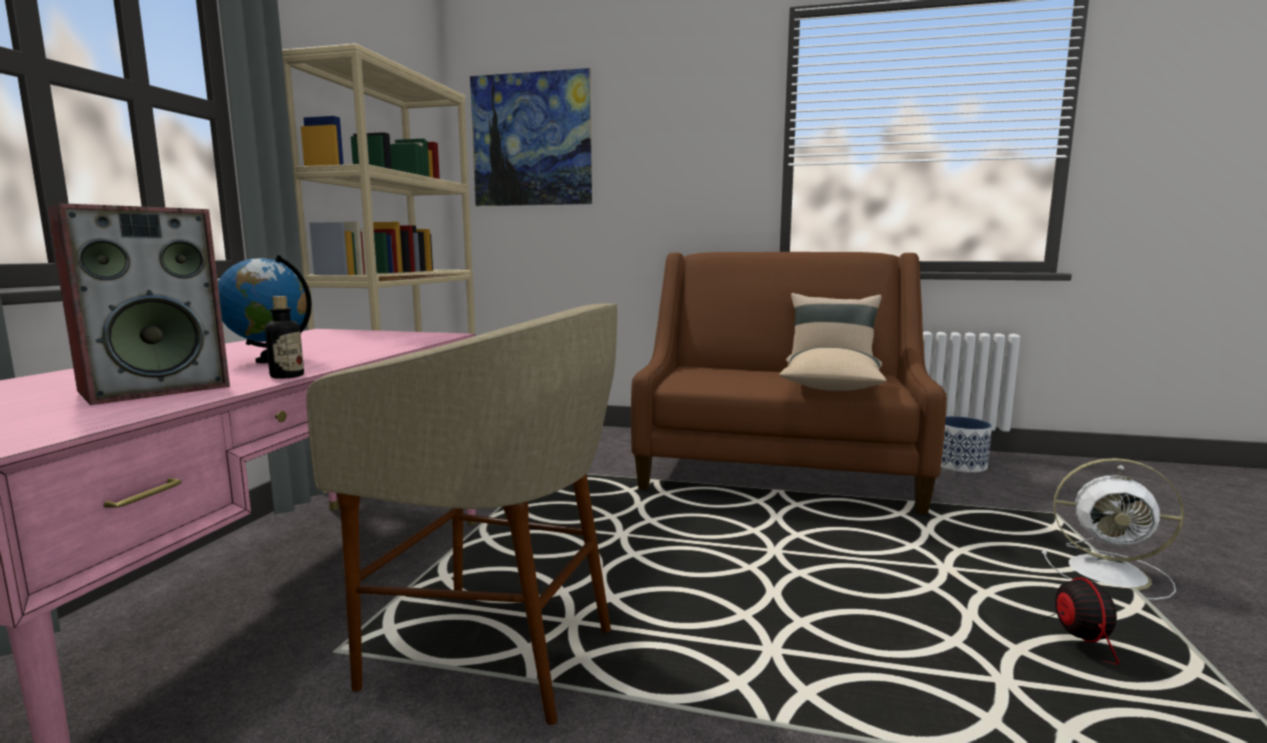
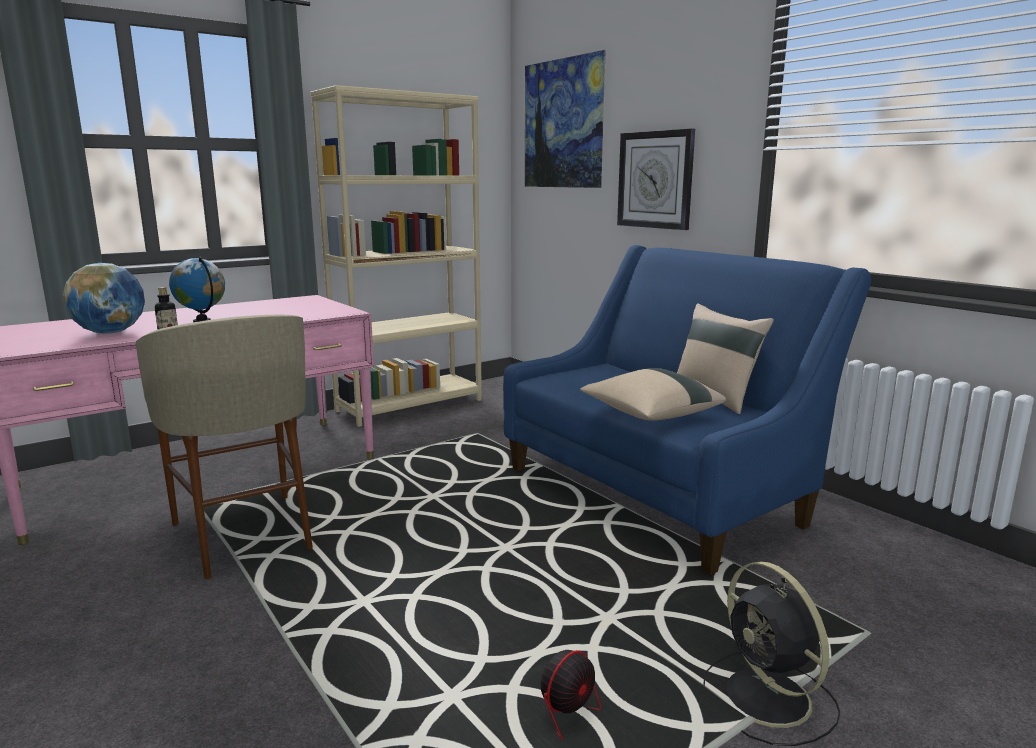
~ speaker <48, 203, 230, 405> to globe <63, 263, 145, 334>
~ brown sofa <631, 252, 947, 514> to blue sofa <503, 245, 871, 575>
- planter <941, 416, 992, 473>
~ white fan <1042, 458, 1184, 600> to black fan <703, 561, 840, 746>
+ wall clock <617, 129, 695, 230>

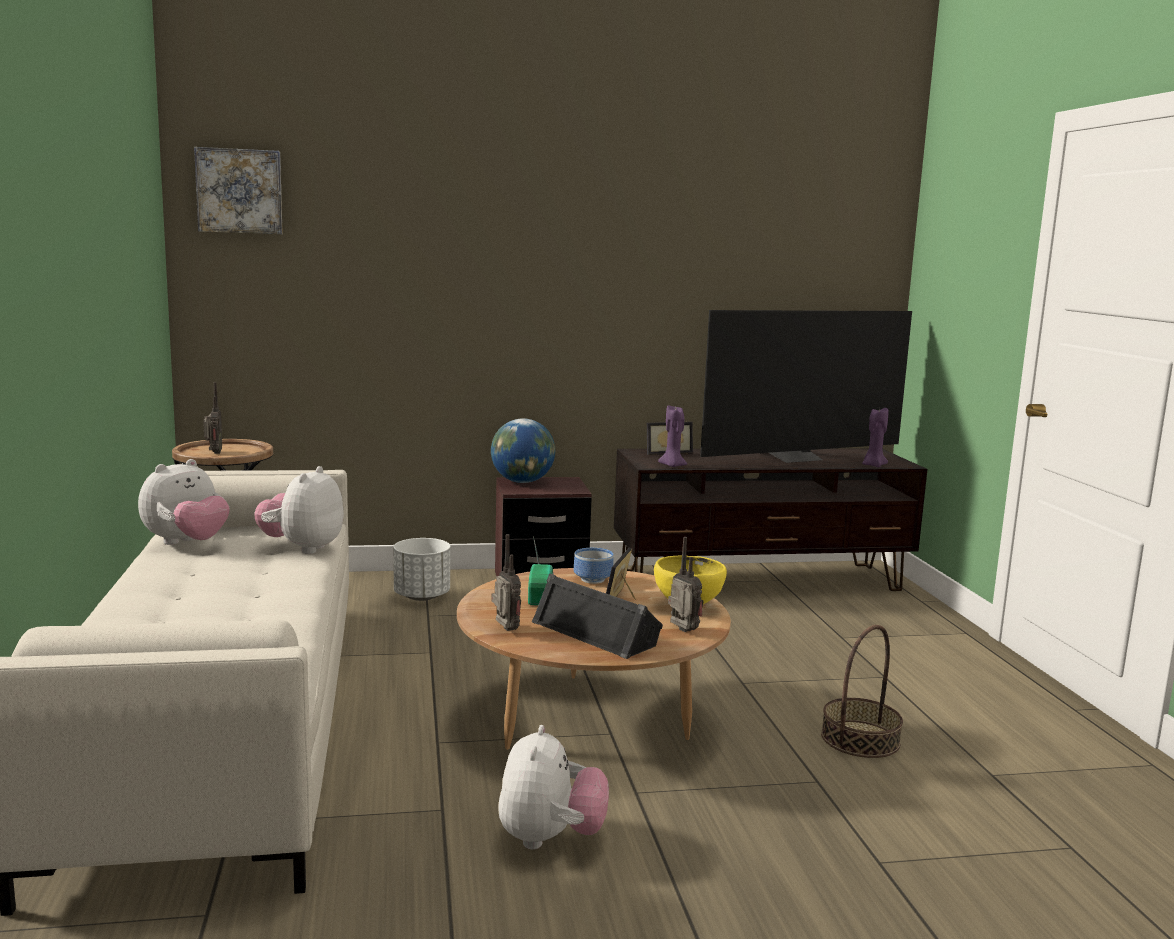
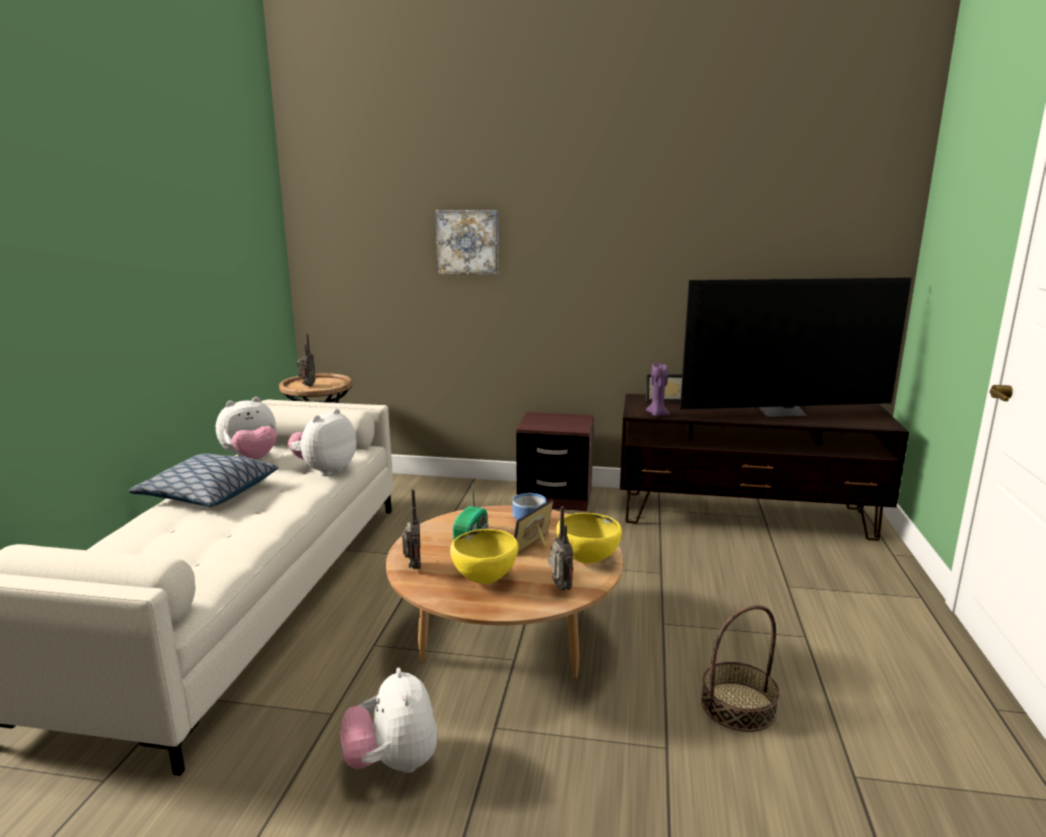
~ picture <194, 147, 283, 234> to <435, 210, 499, 275>
- purple candle <862, 408, 889, 467>
- globe <491, 418, 555, 483>
- white planter <393, 538, 450, 601>
~ black speaker <532, 573, 663, 659> to yellow bowl <450, 529, 519, 584>
~ plush toy <498, 725, 609, 849> = <340, 668, 437, 773> 135 degrees clockwise
+ pillow <129, 453, 278, 507>

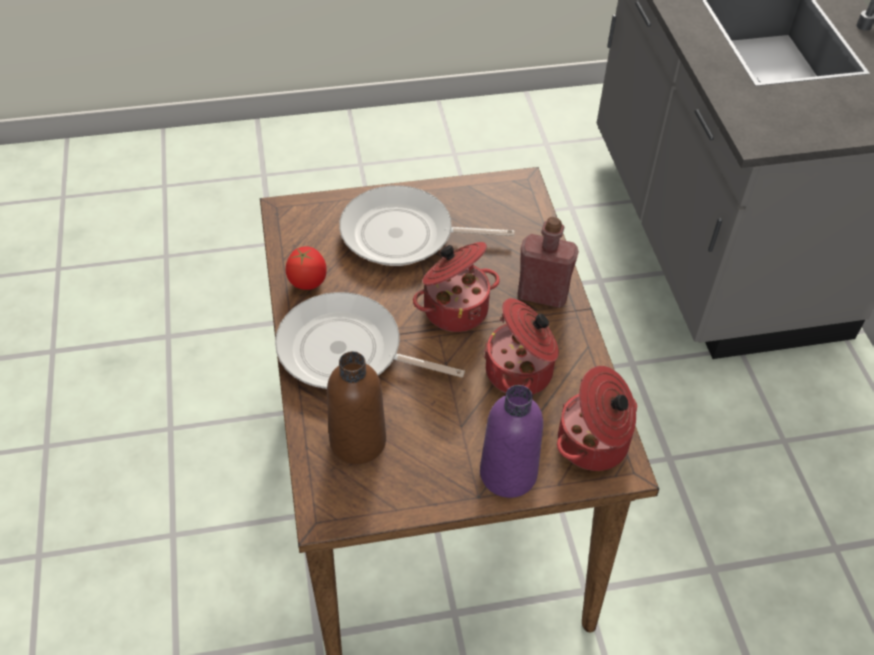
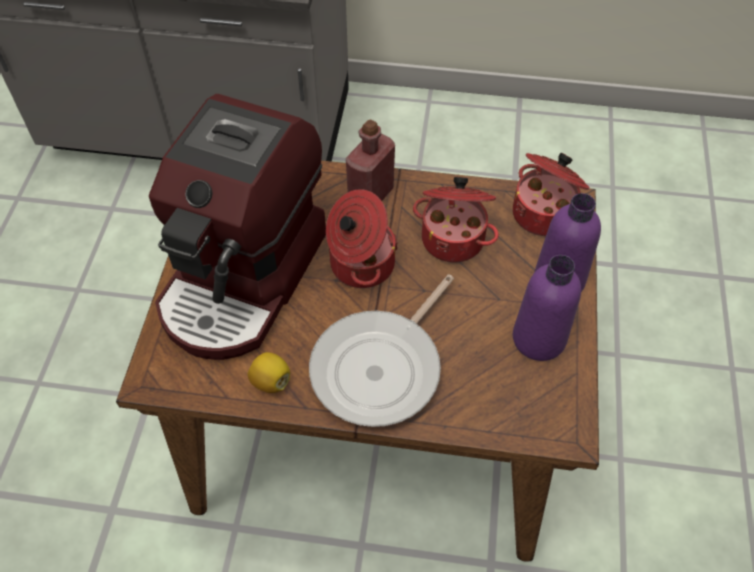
~ frying pan <339, 185, 515, 266> to coffee machine <149, 94, 326, 360>
~ tomato <286, 246, 327, 290> to lemon <248, 352, 290, 393>
- brown bottle <327, 351, 386, 464>
+ purple bottle <513, 255, 581, 361>

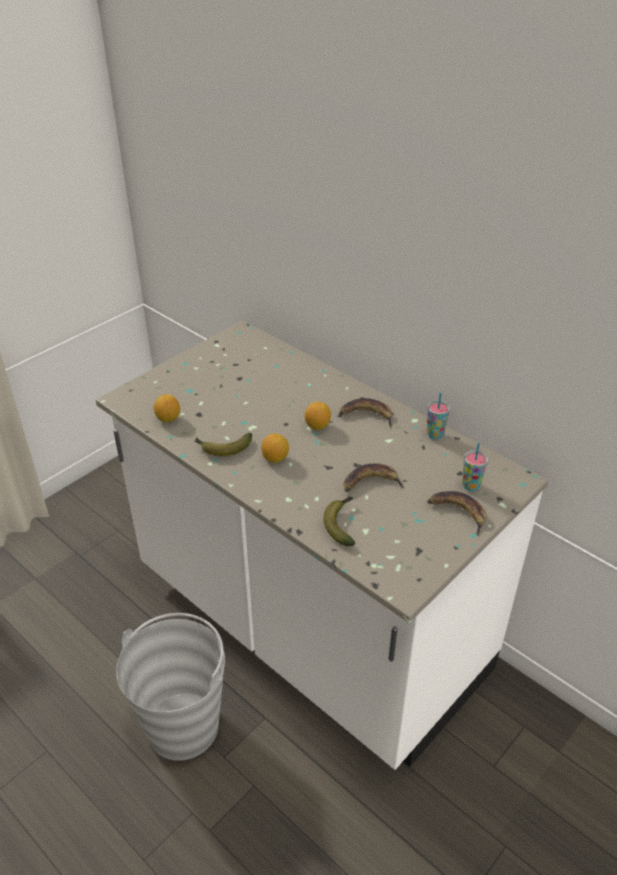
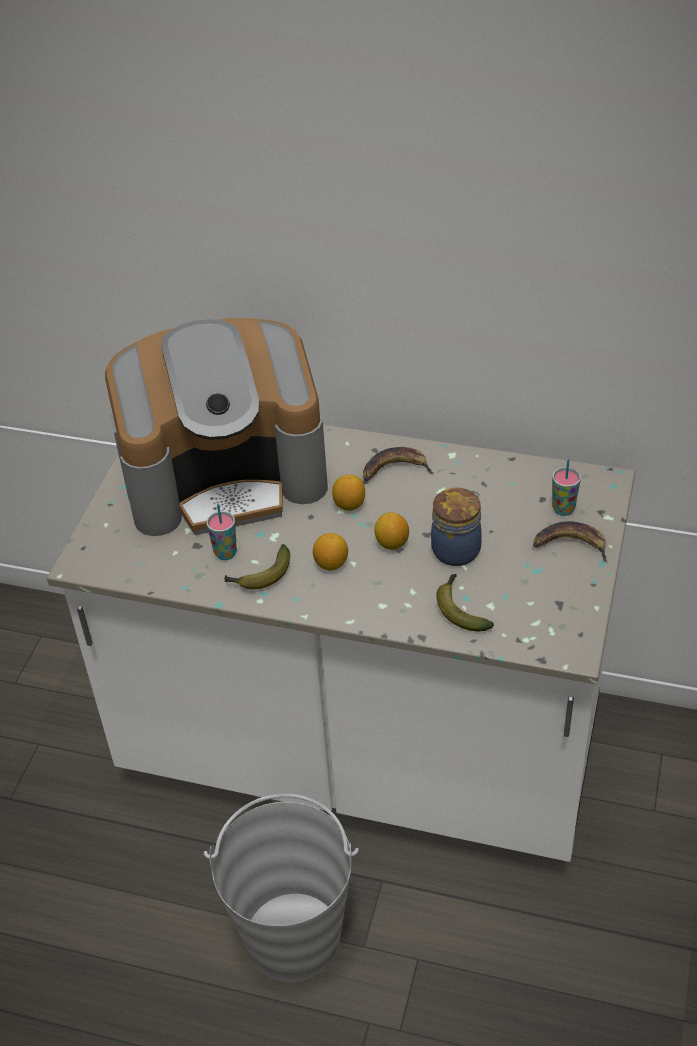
~ cup <427, 392, 450, 439> to <207, 504, 237, 560>
~ lemon <154, 394, 180, 423> to <374, 512, 409, 550>
~ banana <344, 463, 405, 492> to jar <431, 488, 482, 566>
+ coffee machine <105, 318, 328, 536>

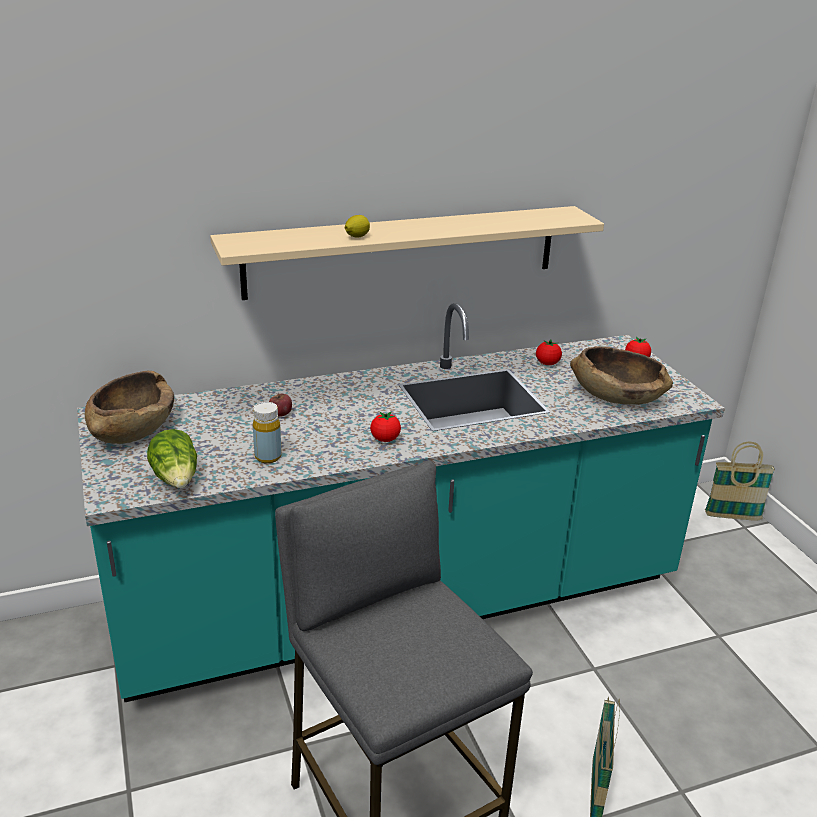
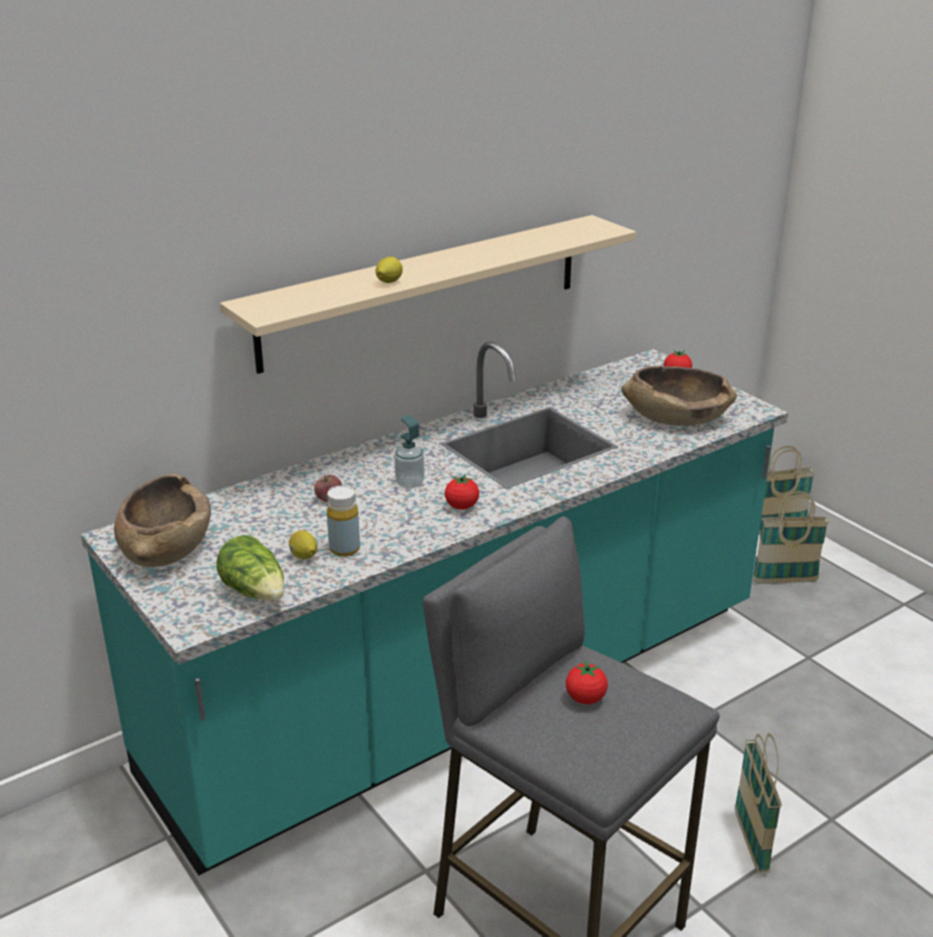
~ tomato <536, 339, 562, 365> to <566, 660, 608, 704>
+ soap dispenser <394, 415, 425, 489>
+ basket <753, 491, 829, 584>
+ lemon <289, 530, 317, 559>

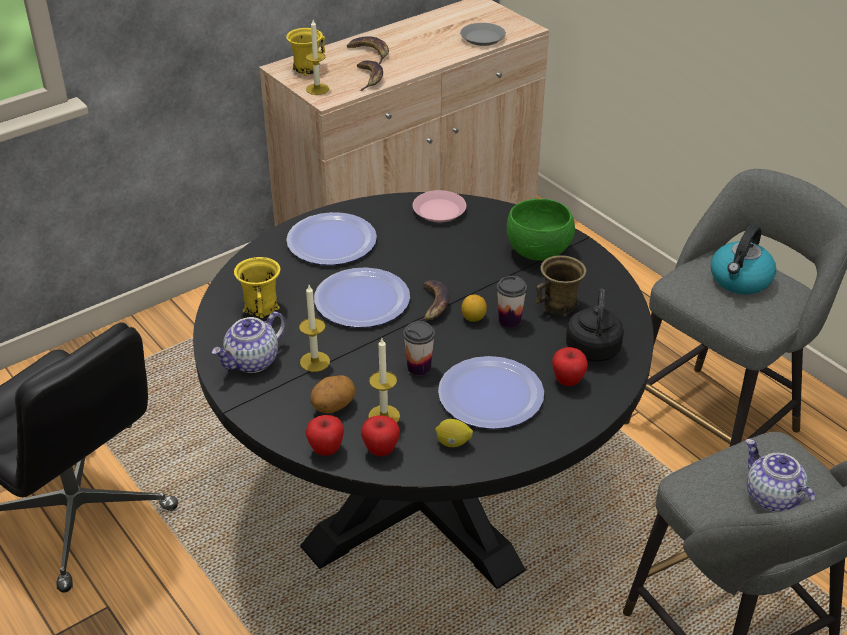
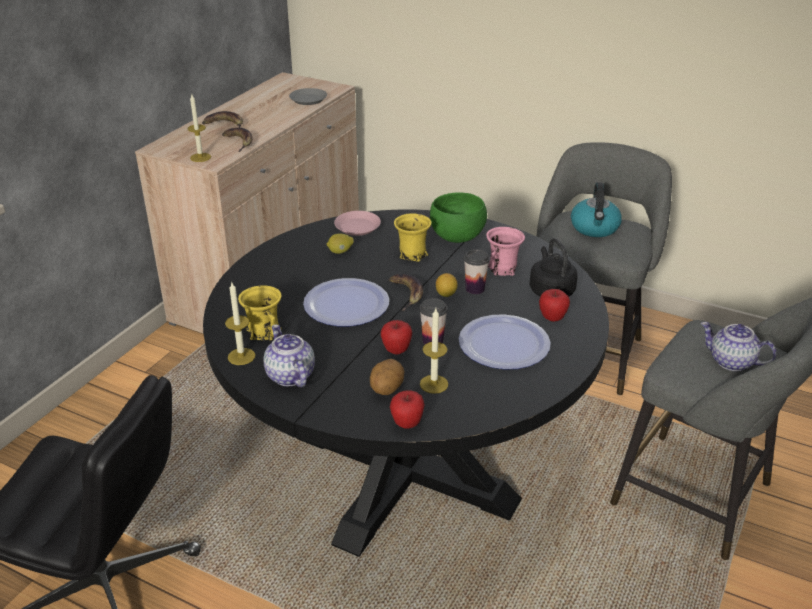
~ yellow mug <286, 28, 325, 75> to <394, 214, 431, 262>
- plate <286, 212, 377, 265>
~ brown mug <536, 255, 587, 317> to pink mug <486, 227, 525, 276>
~ candle <299, 285, 330, 372> to <225, 283, 255, 365>
~ teapot <212, 312, 286, 373> = <263, 325, 315, 387> 135 degrees clockwise
~ apple <361, 415, 400, 456> to <381, 320, 412, 354>
~ lemon <435, 419, 473, 447> to <327, 234, 354, 254>

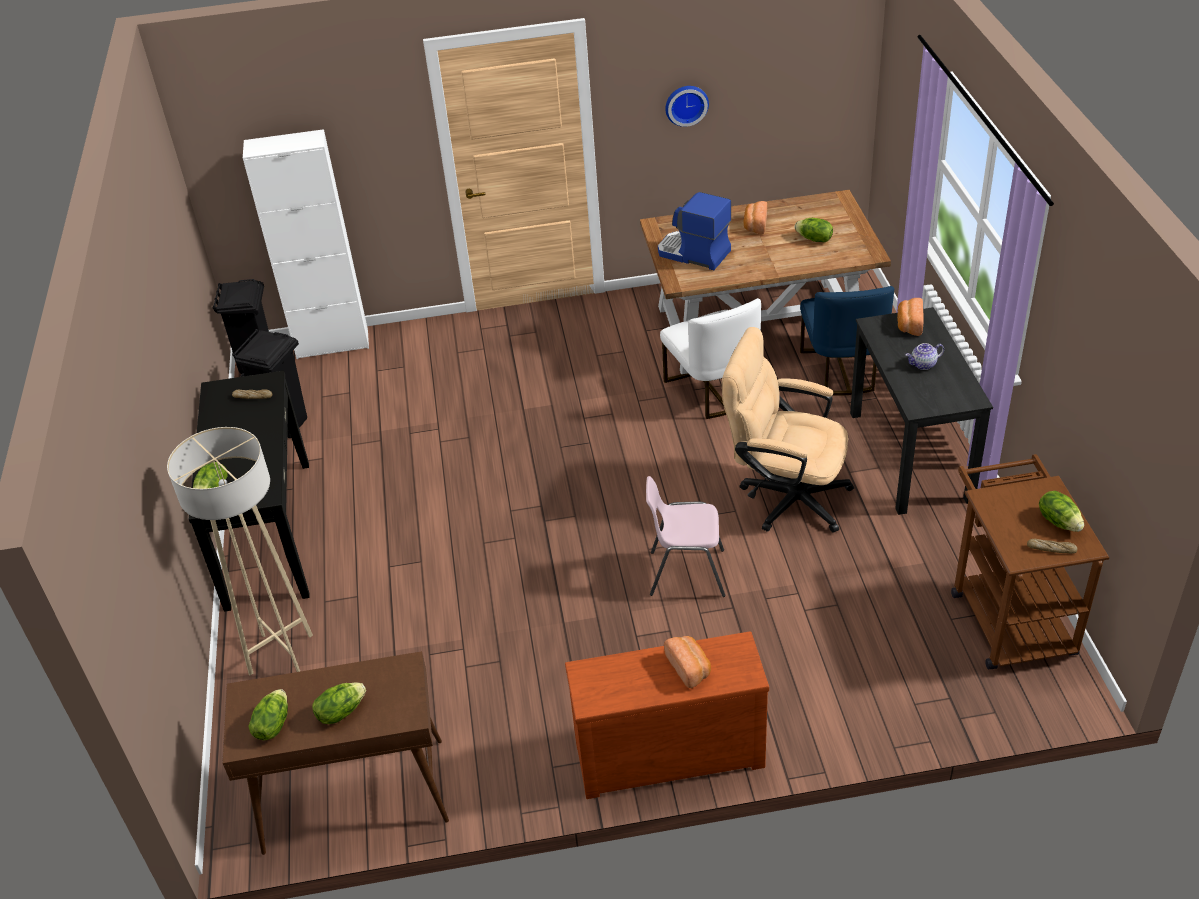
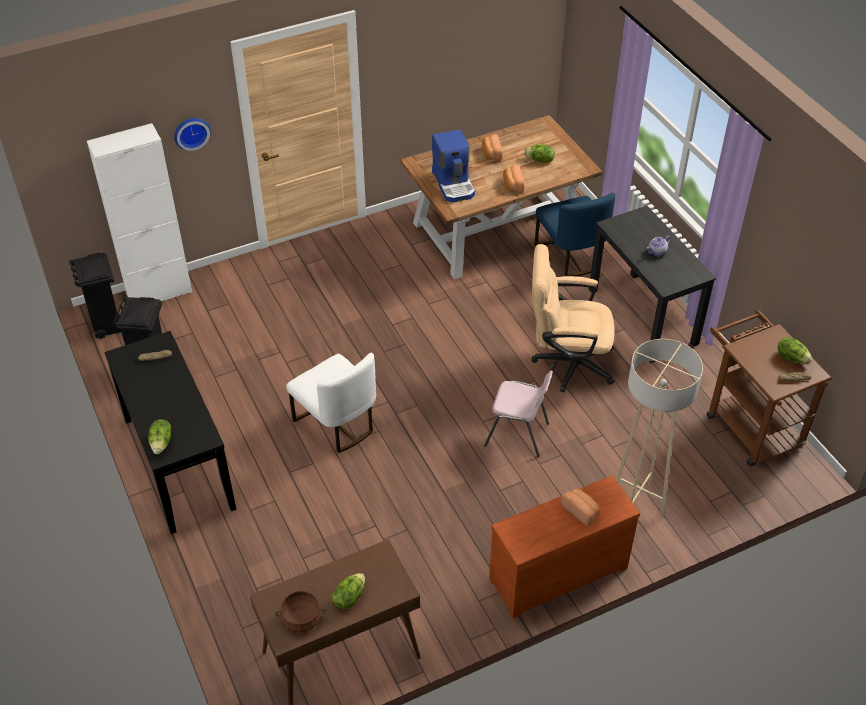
~ wall clock <665, 86, 709, 127> to <174, 118, 211, 151>
~ coffee machine <658, 192, 732, 270> = <432, 129, 475, 202> 120 degrees counterclockwise
~ white chair <660, 298, 761, 419> to <286, 353, 376, 453>
~ bread <897, 298, 924, 336> to <503, 165, 525, 193>
~ beige floor lamp <167, 427, 313, 675> to <616, 339, 703, 515>
~ pink chair <646, 476, 726, 597> = <484, 371, 553, 457> 150 degrees counterclockwise
~ lettuce <249, 689, 288, 740> to brown cooking pot <276, 591, 325, 632>

